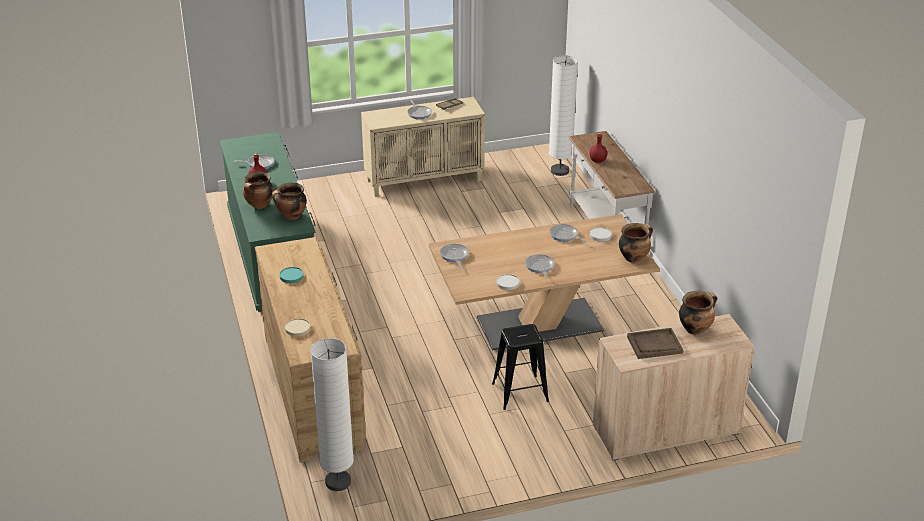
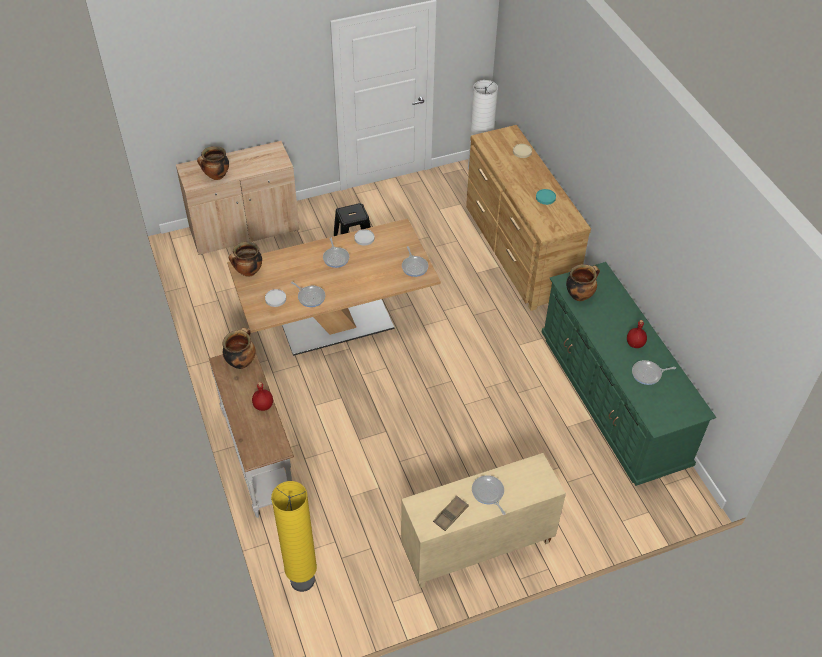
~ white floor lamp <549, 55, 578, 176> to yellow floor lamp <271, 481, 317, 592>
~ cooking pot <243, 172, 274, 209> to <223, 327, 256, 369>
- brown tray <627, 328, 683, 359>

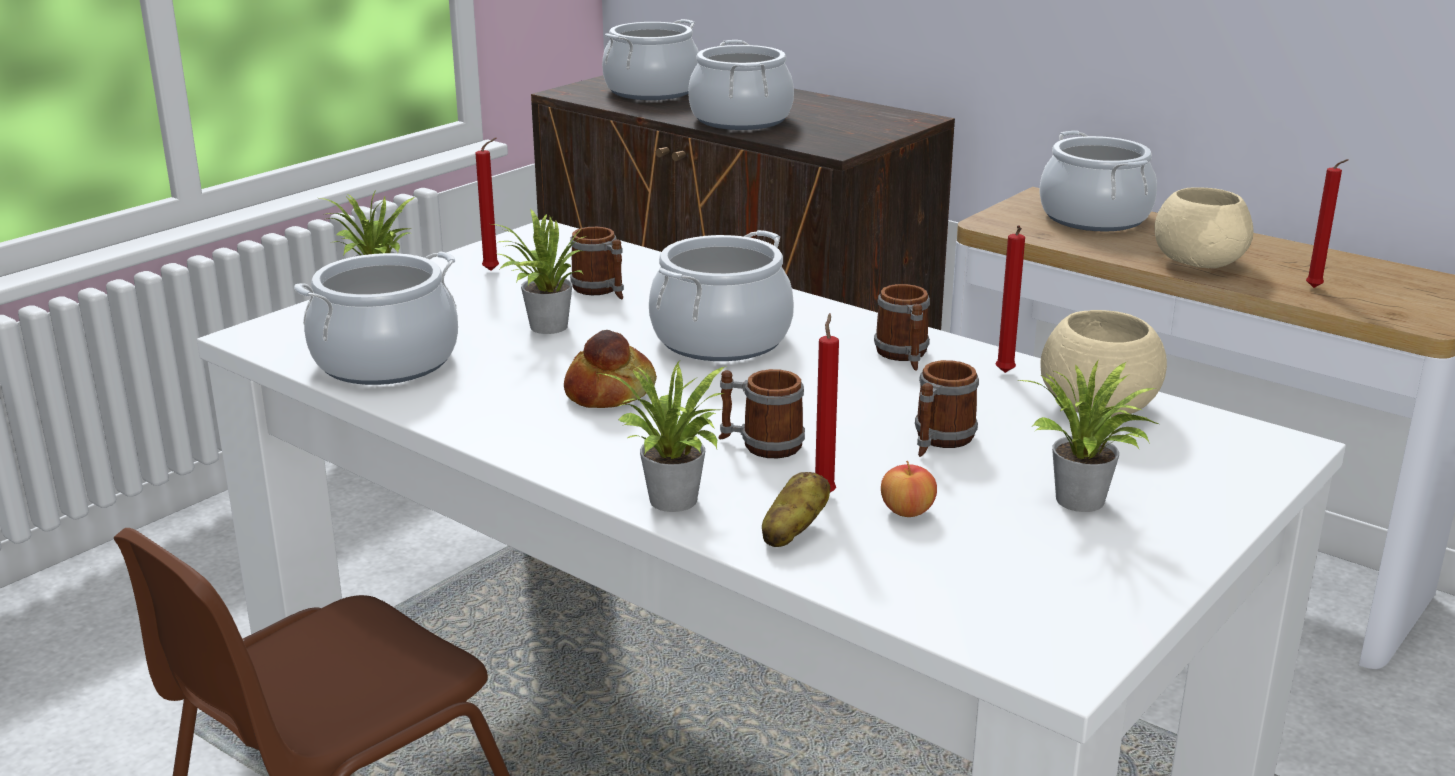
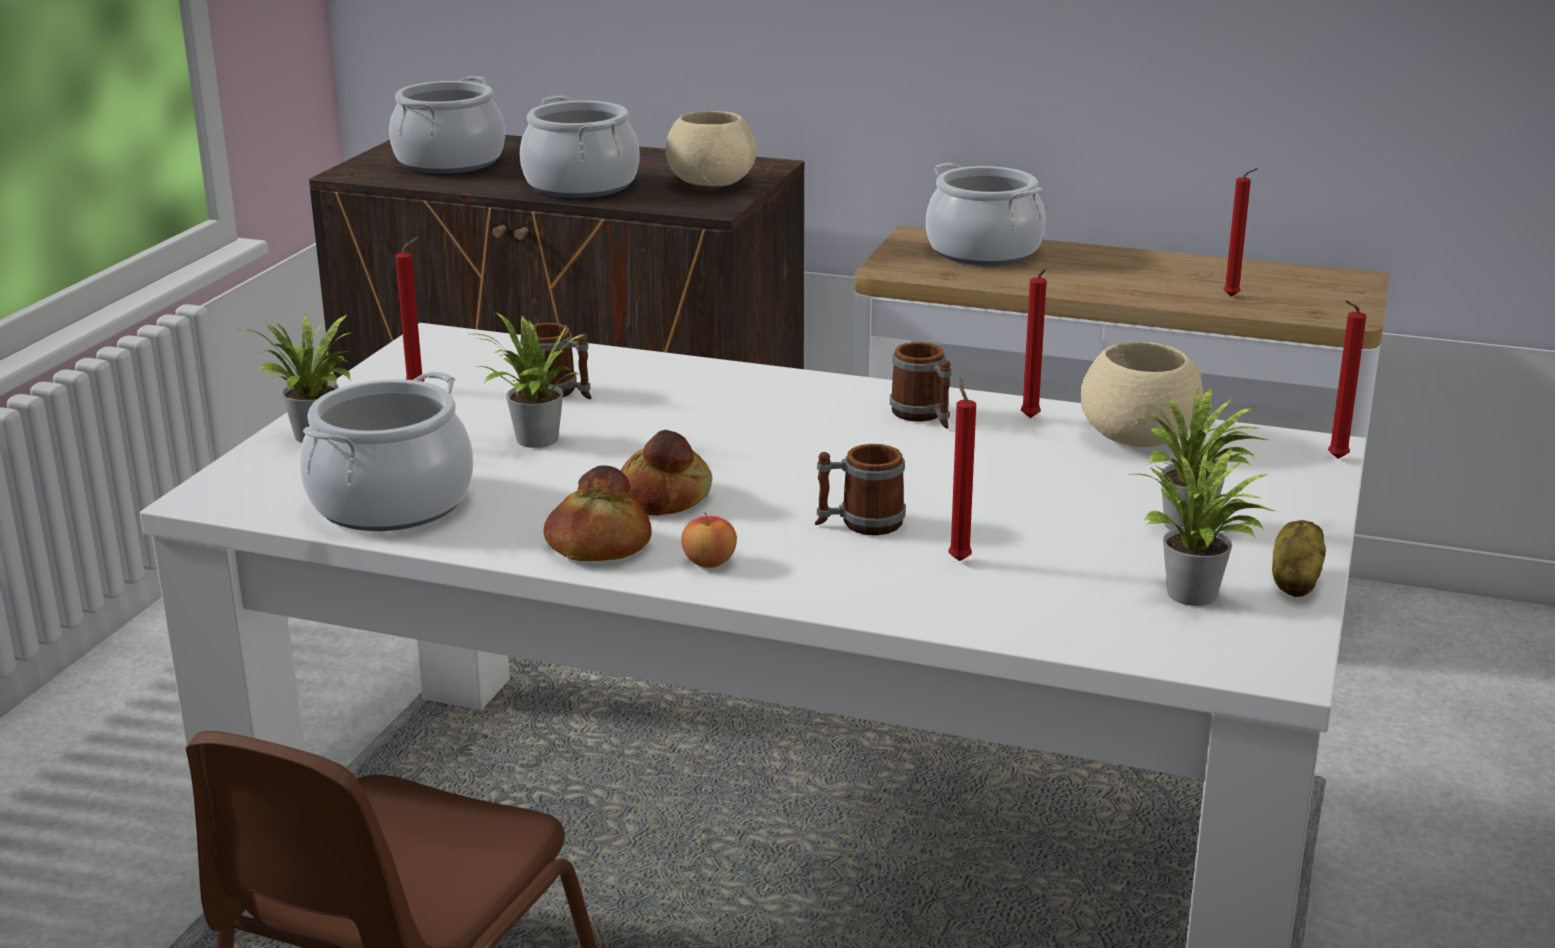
~ beige bowl <1154, 188, 1253, 268> to <665, 111, 756, 186>
- cooking pot <649, 230, 794, 361>
- mug <915, 360, 979, 457>
~ potted plant <597, 362, 727, 512> to <1130, 448, 1274, 606>
~ apple <881, 461, 937, 517> to <681, 512, 737, 568>
~ potato <762, 472, 830, 547> to <1272, 520, 1326, 597>
+ red candle <1328, 300, 1366, 459>
+ bread <544, 465, 652, 561>

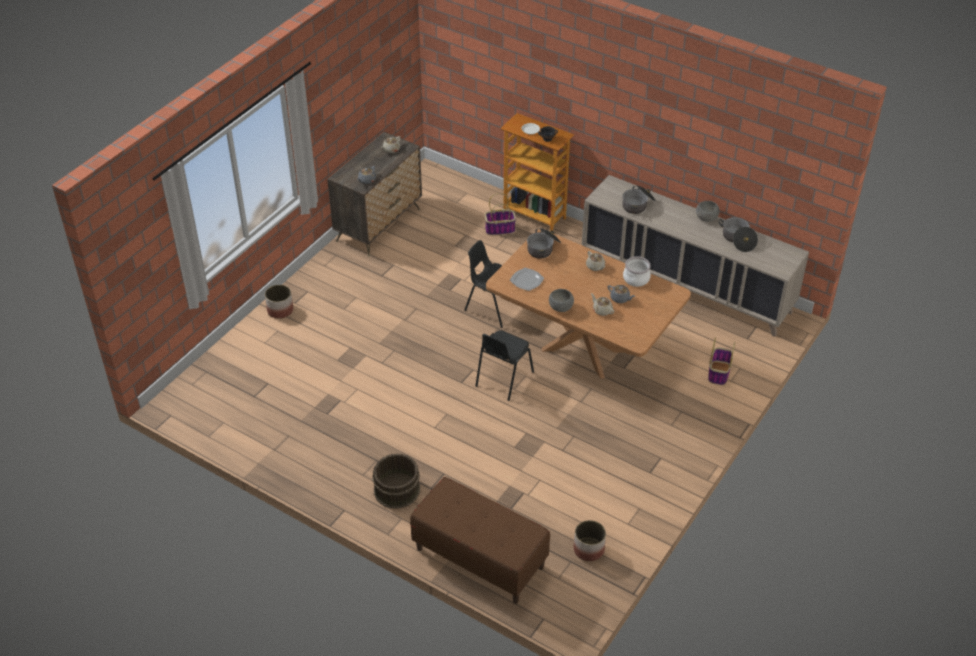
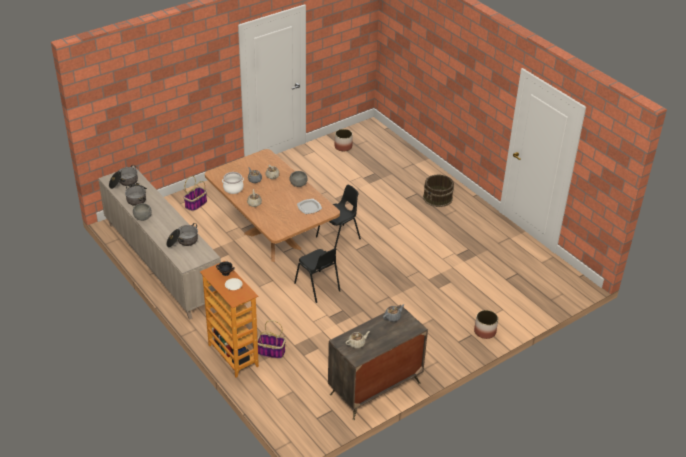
~ cooking pot <527, 228, 561, 258> to <109, 165, 138, 189>
- brown bench <410, 477, 550, 604>

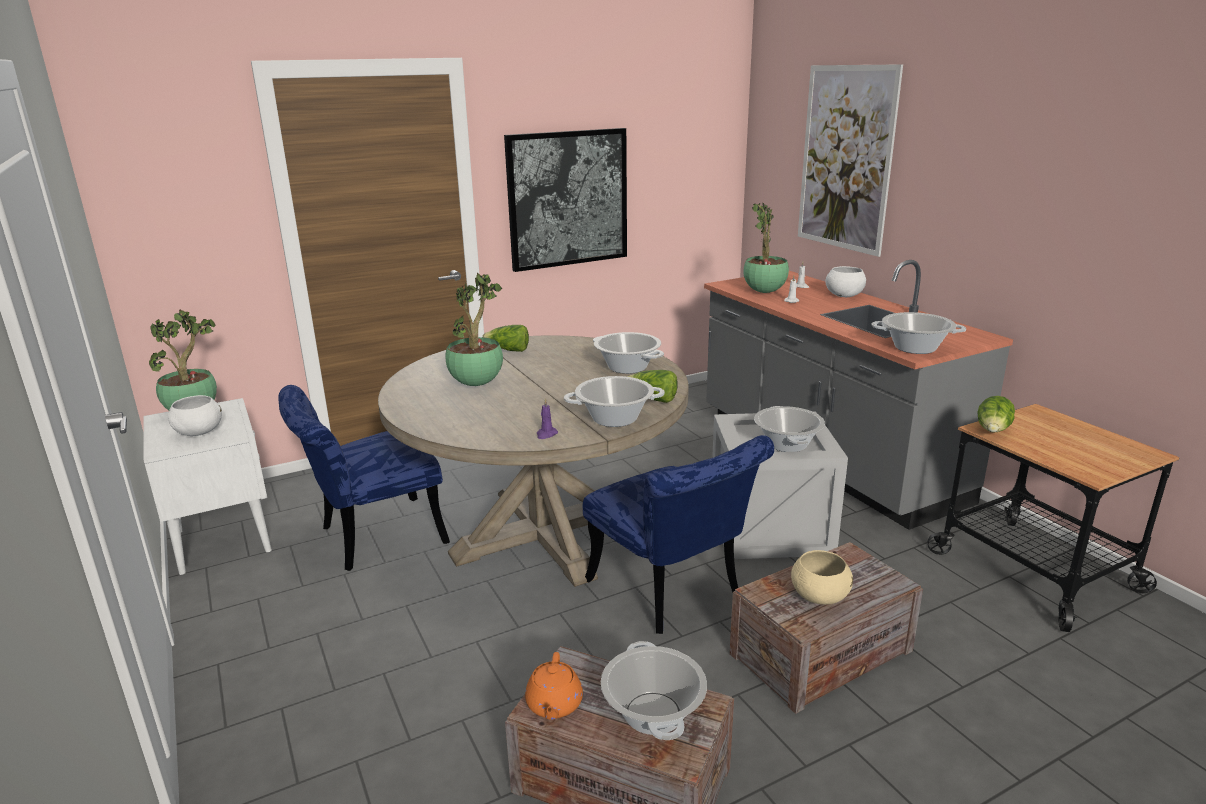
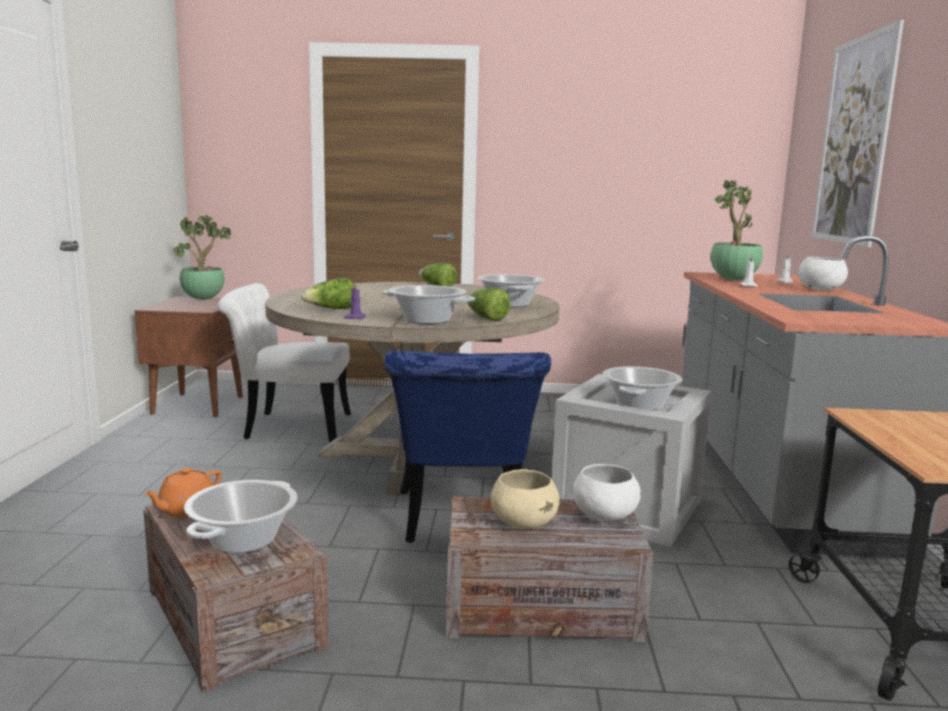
- picture <504, 128, 627, 272>
- potted plant <445, 272, 503, 386>
- cooking pot <871, 312, 966, 354>
~ blue chair <278, 385, 450, 571> to white chair <217, 283, 351, 442>
~ white bowl <168, 395, 222, 436> to <573, 464, 641, 521>
~ lettuce <977, 396, 1015, 432> to <301, 278, 354, 309>
~ white nightstand <143, 398, 272, 575> to brown nightstand <135, 296, 243, 417>

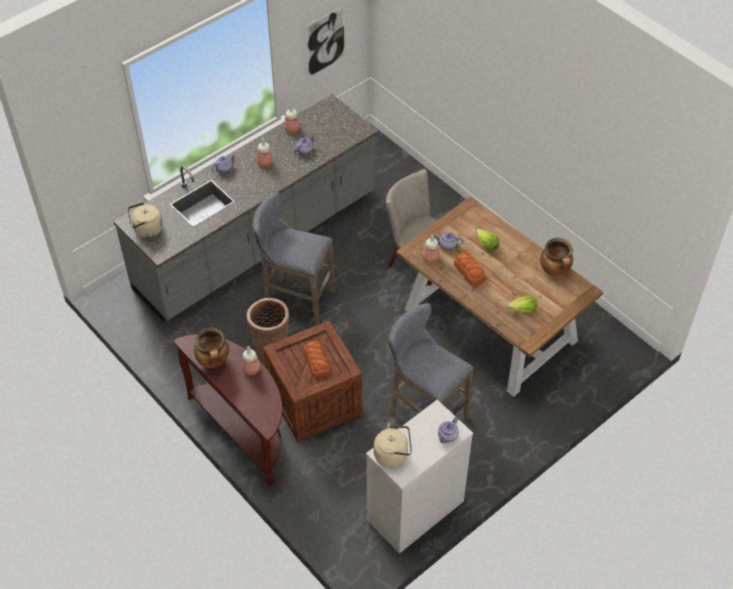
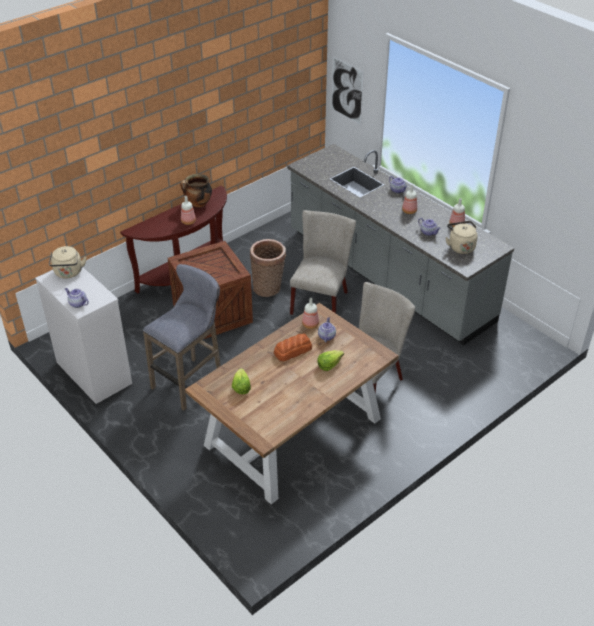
~ picture <305, 5, 346, 78> to <331, 56, 364, 125>
~ grey stool <252, 192, 335, 325> to beige chair <290, 210, 356, 315>
~ beige kettle <128, 202, 163, 238> to <446, 221, 478, 254>
- cooking pot <540, 238, 573, 276>
- bread <304, 341, 331, 378>

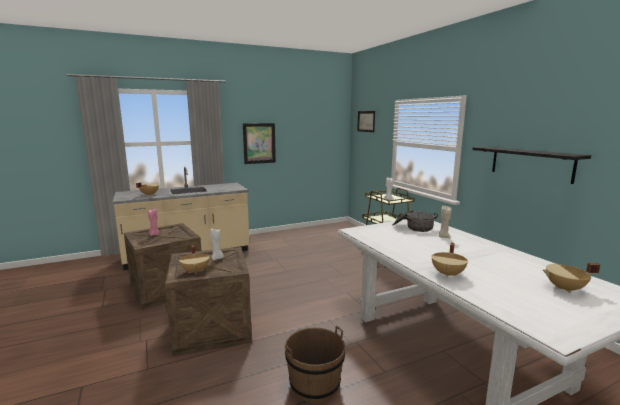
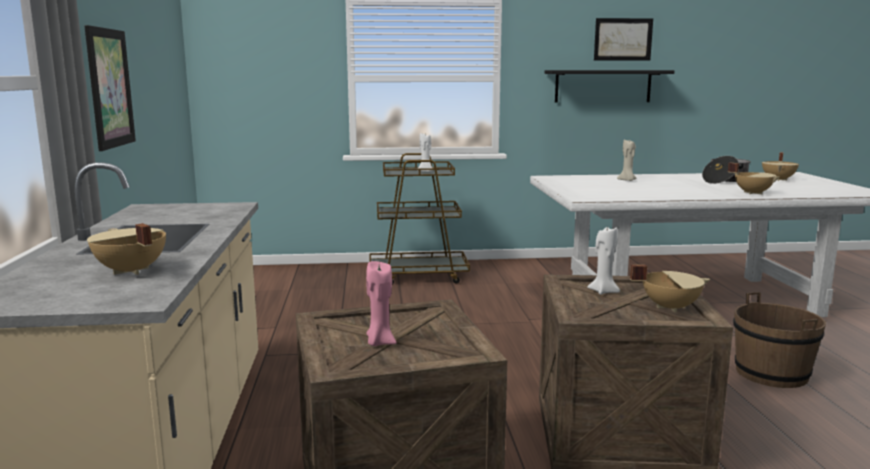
~ picture <357, 111, 375, 132> to <594, 18, 653, 61>
~ cooking pot <393, 210, 438, 232> to <702, 156, 751, 184>

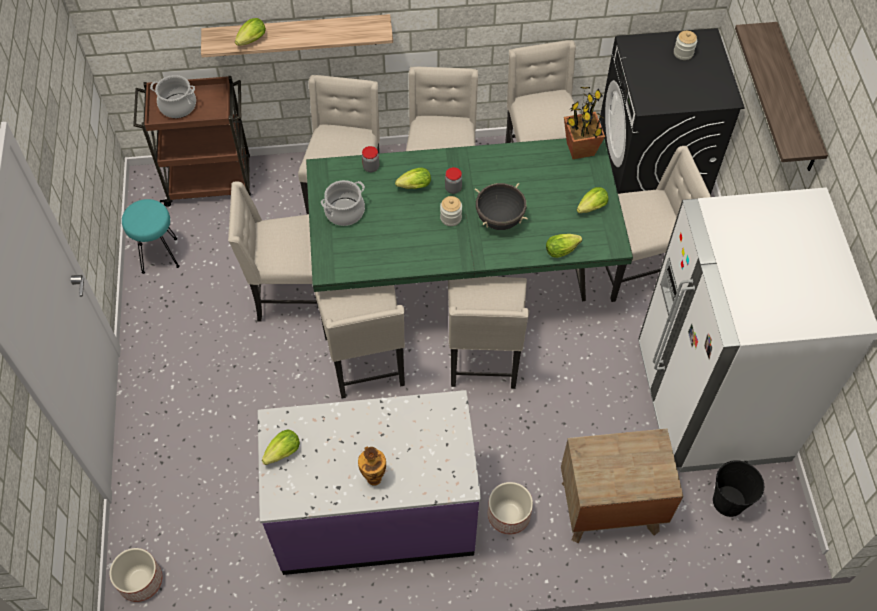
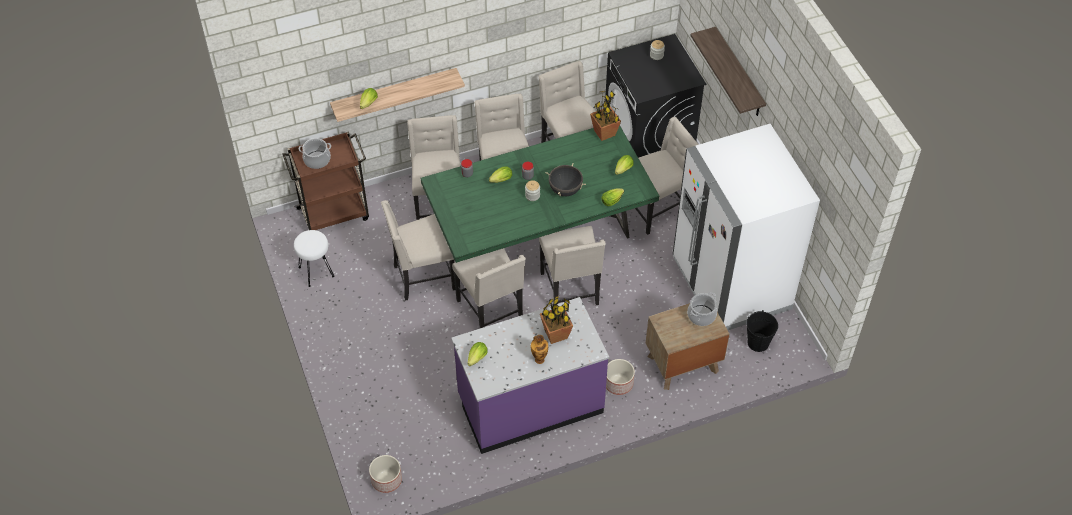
~ cooking pot <321, 180, 365, 226> to <687, 292, 717, 326>
~ turquoise stool <122, 199, 180, 274> to white stool <294, 230, 335, 287>
+ potted plant <540, 296, 573, 344>

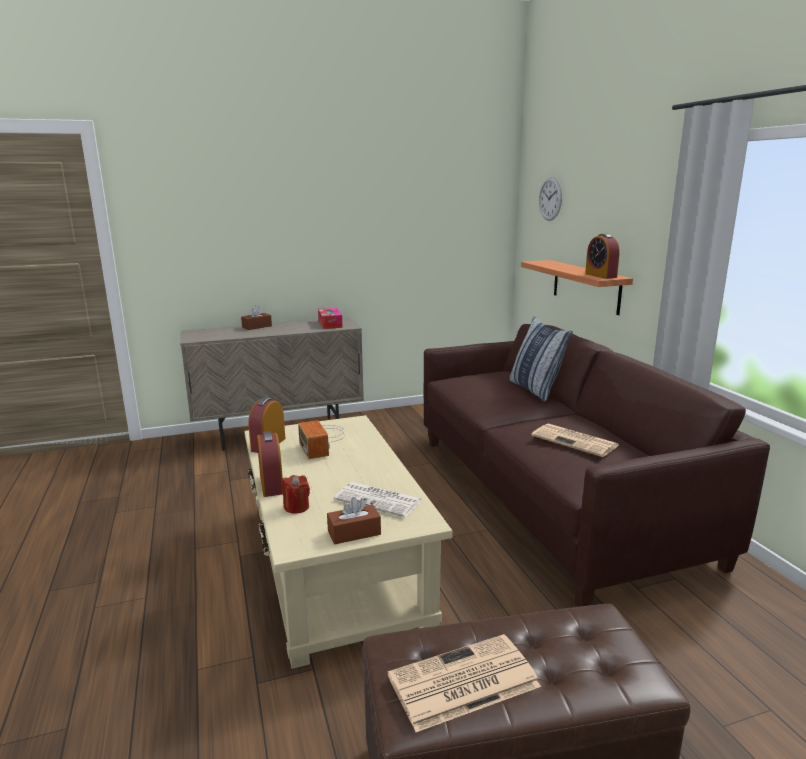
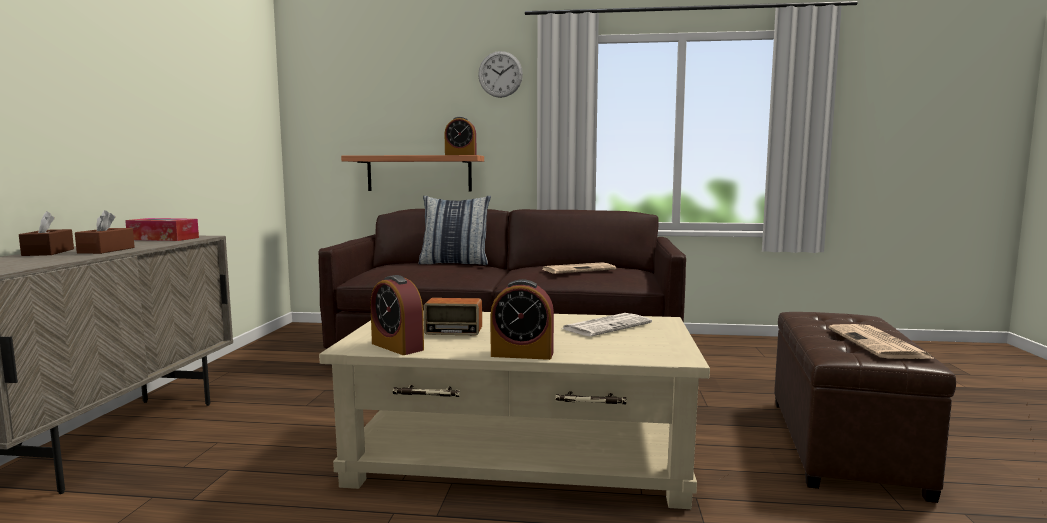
~ wall clock <539, 177, 562, 221> to <478, 51, 523, 98>
- red candle <282, 475, 310, 514>
~ brown tissue box <327, 497, 381, 544> to <75, 210, 135, 254>

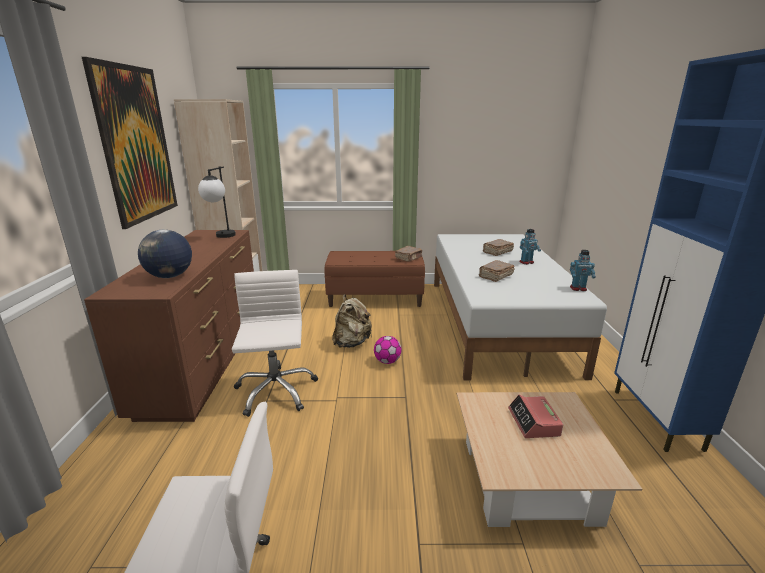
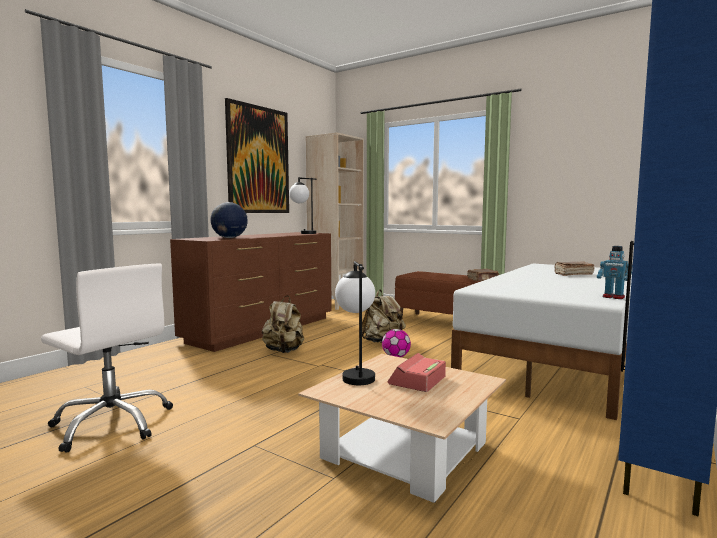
- toy robot <520, 229, 541, 265>
- brown book <479, 260, 515, 282>
~ white office chair <232, 270, 318, 417> to beige backpack <262, 296, 304, 353>
+ table lamp <335, 261, 375, 385>

